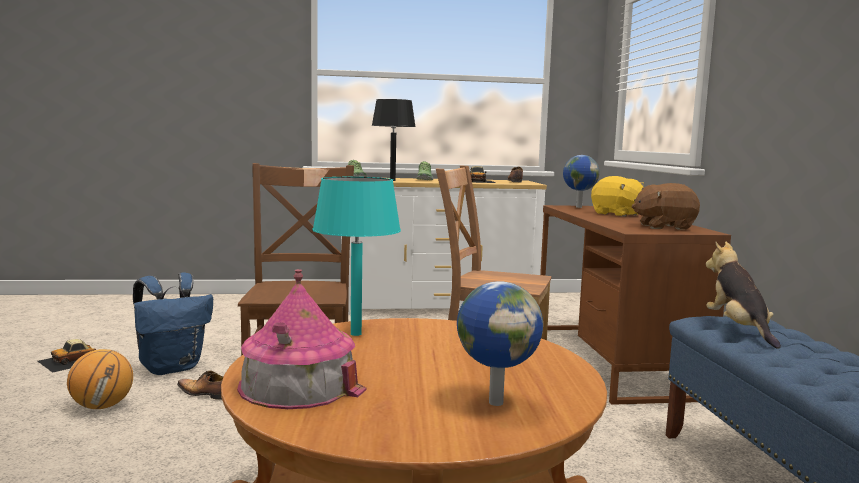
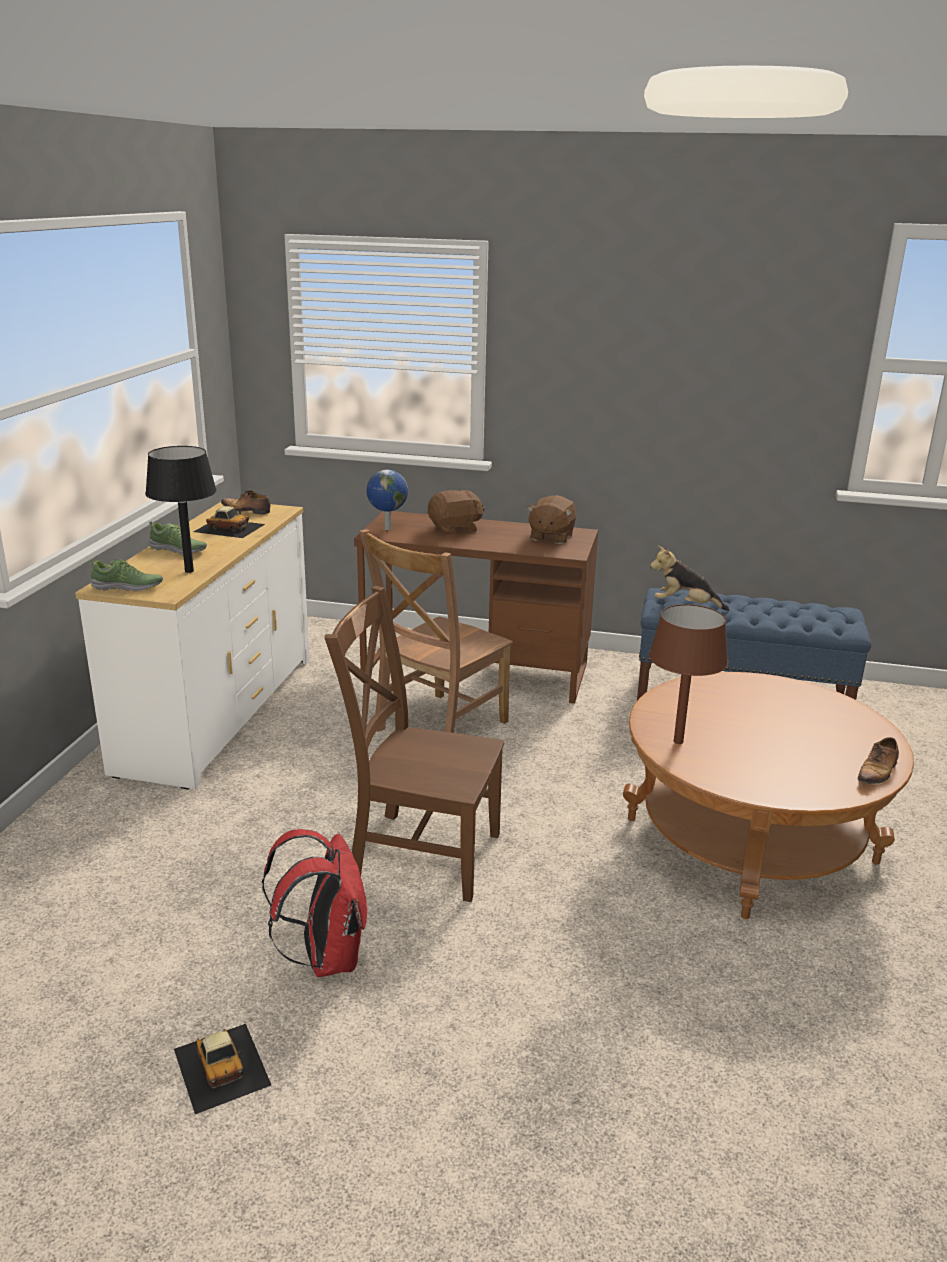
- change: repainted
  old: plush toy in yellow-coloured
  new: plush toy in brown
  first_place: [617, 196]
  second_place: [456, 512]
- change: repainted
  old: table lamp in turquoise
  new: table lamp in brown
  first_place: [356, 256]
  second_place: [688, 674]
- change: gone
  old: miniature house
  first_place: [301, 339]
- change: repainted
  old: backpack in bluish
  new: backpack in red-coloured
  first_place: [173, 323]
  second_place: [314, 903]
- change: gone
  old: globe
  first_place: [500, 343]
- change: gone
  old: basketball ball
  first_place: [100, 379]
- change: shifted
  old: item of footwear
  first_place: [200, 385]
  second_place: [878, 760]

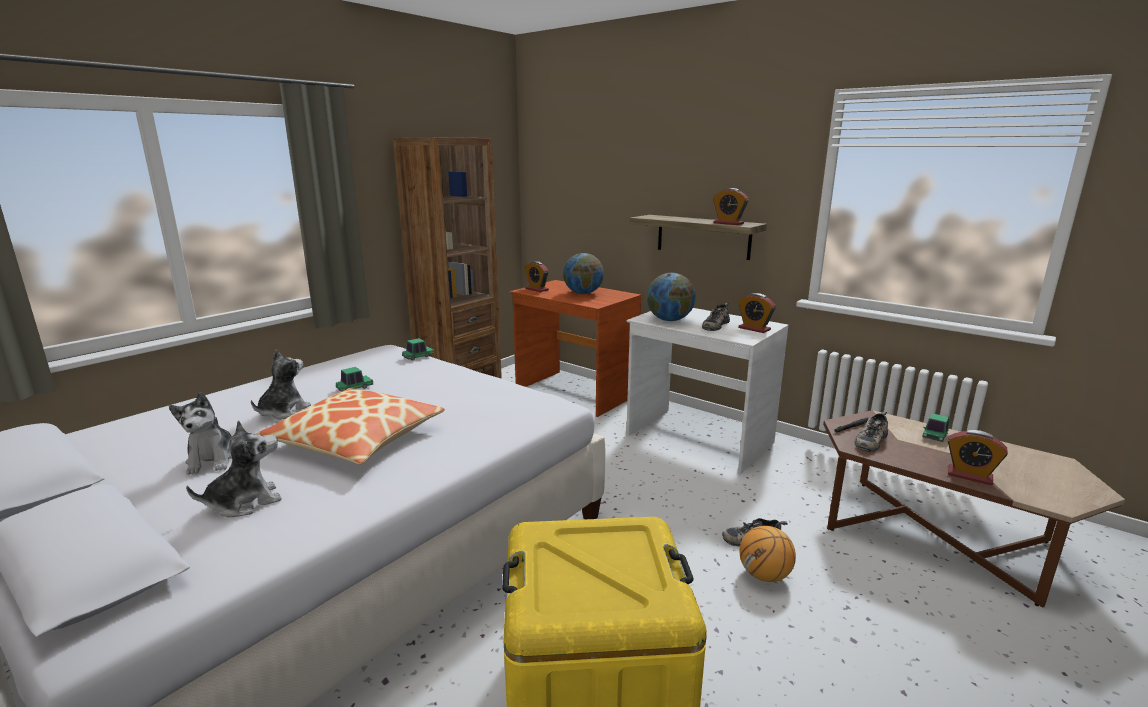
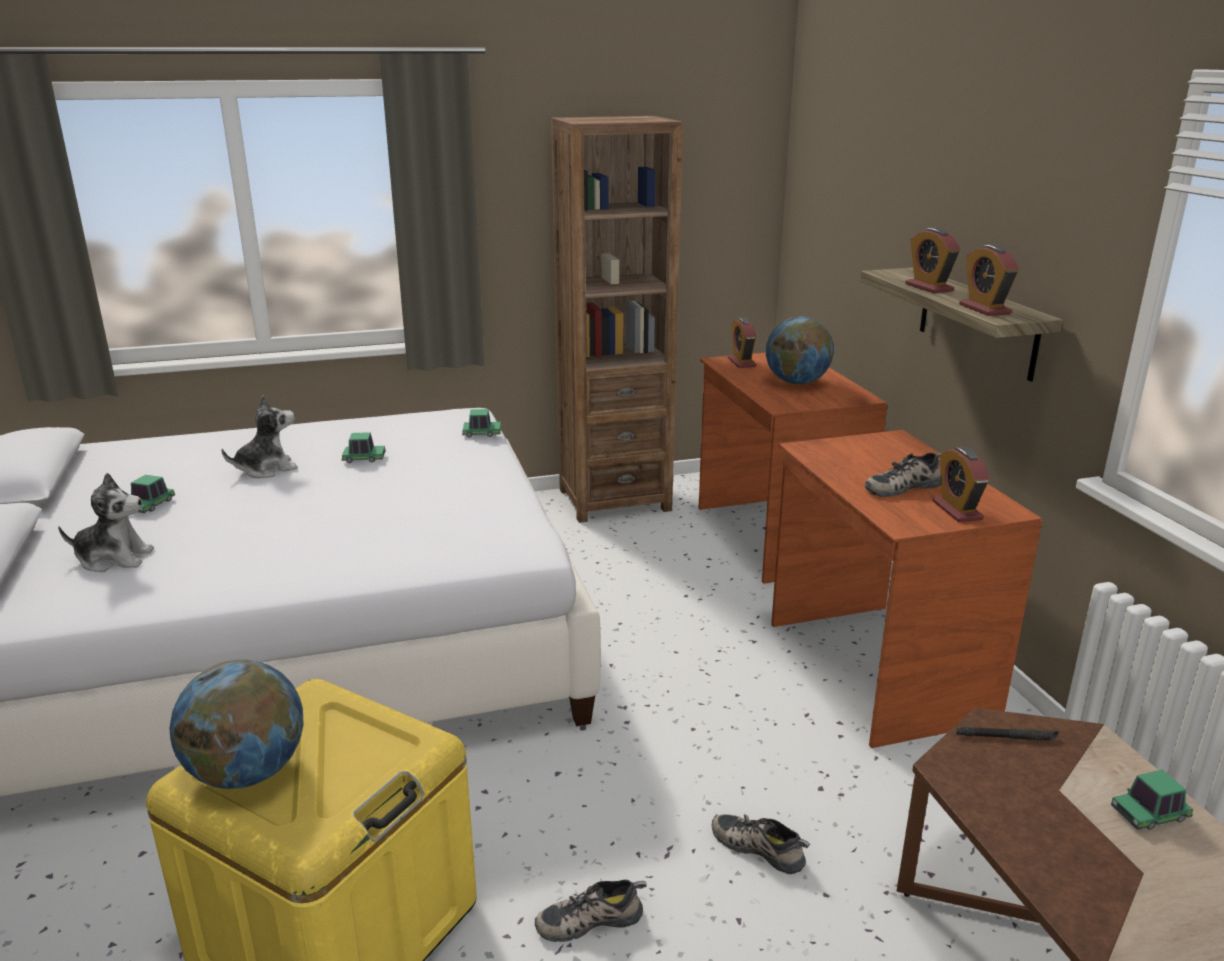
- change: shifted
  old: globe
  first_place: [671, 297]
  second_place: [236, 724]
- change: repainted
  old: desk unit in white-coloured
  new: desk unit in brown
  first_place: [707, 391]
  second_place: [907, 589]
- change: gone
  old: cushion
  first_place: [350, 426]
- change: swapped
  old: plush toy
  new: toy car
  first_place: [200, 433]
  second_place: [153, 494]
- change: shifted
  old: item of footwear
  first_place: [871, 431]
  second_place: [591, 910]
- change: shifted
  old: table clock
  first_place: [978, 457]
  second_place: [932, 260]
- change: gone
  old: basketball ball
  first_place: [767, 554]

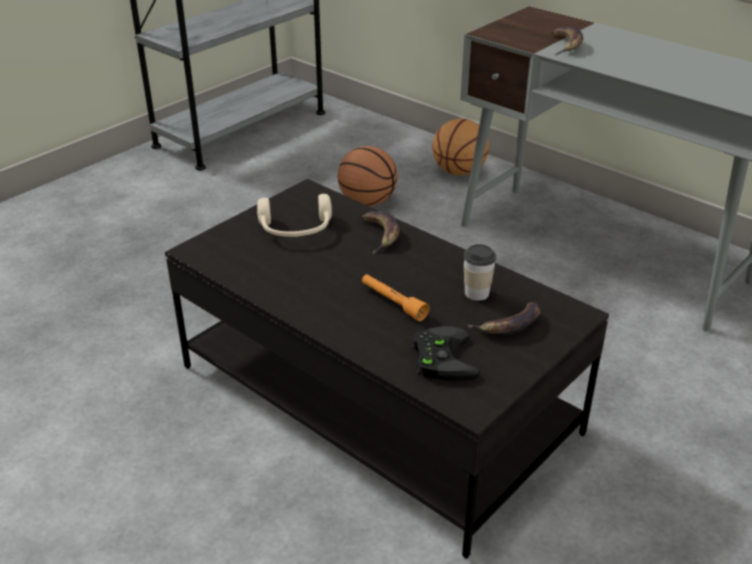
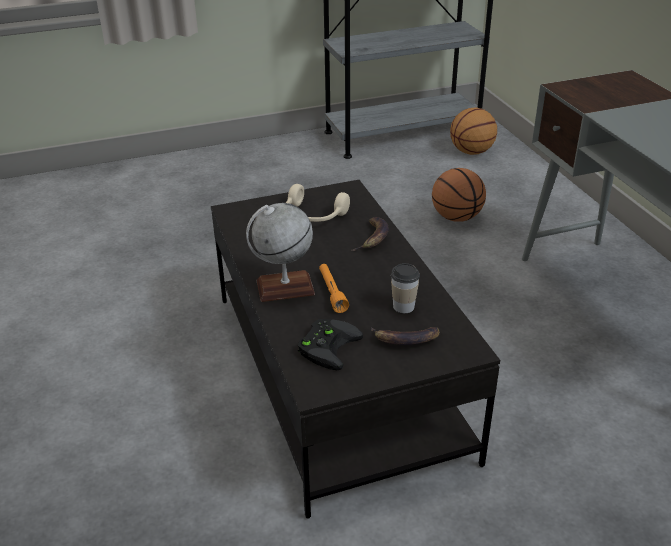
- change: gone
  old: whole banana
  first_place: [567, 41]
- change: shifted
  old: basketball ball
  first_place: [460, 147]
  second_place: [473, 131]
- change: new
  new: globe
  second_place: [280, 252]

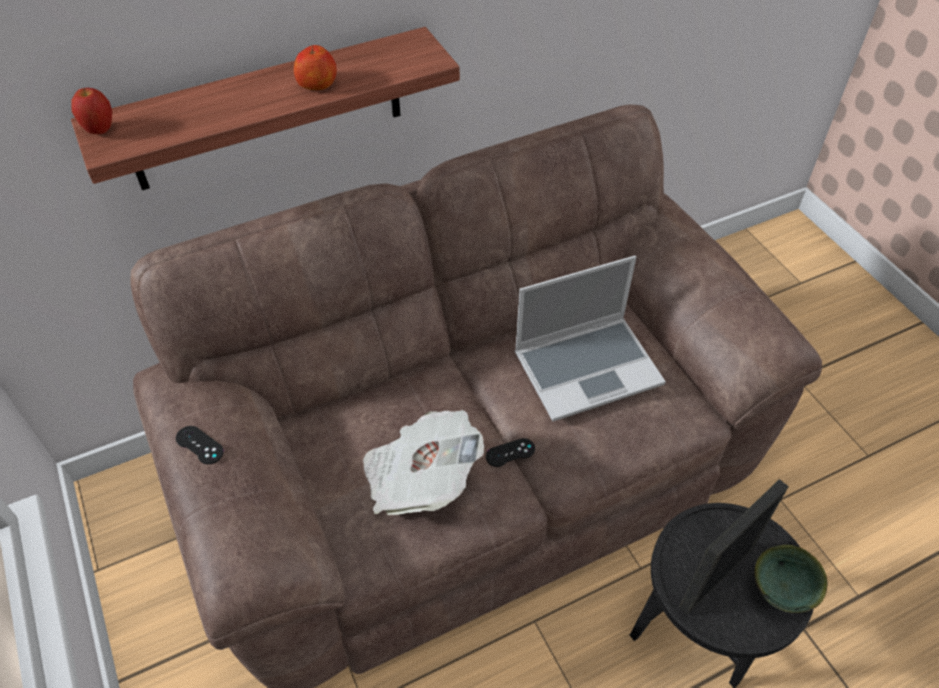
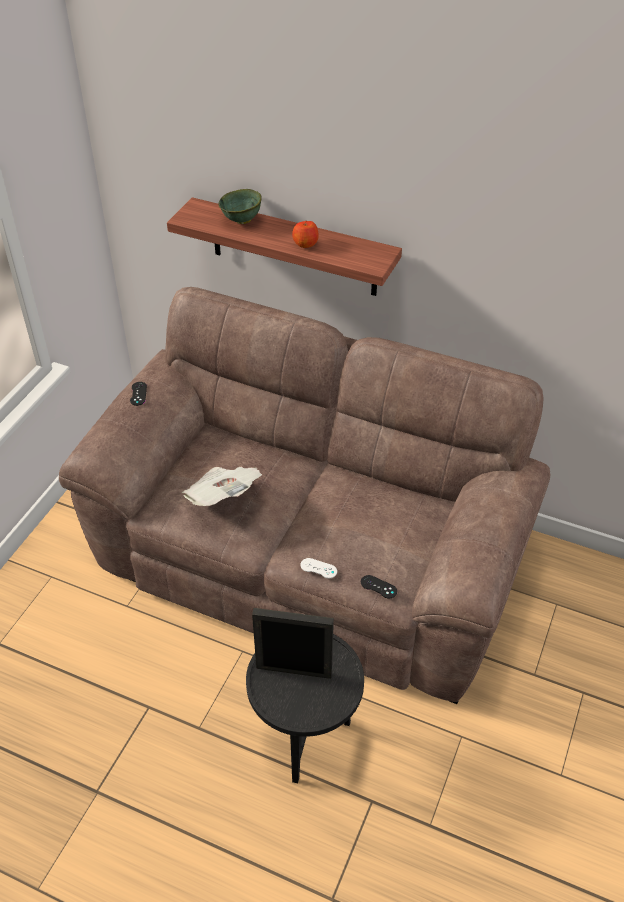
- change: gone
  old: apple
  first_place: [91, 111]
- change: gone
  old: notebook computer
  first_place: [590, 338]
- change: shifted
  old: joypad in black
  first_place: [510, 452]
  second_place: [379, 587]
- change: shifted
  old: serving bowl in green-coloured
  first_place: [791, 579]
  second_place: [240, 206]
- change: new
  new: joypad in white-coloured
  second_place: [319, 568]

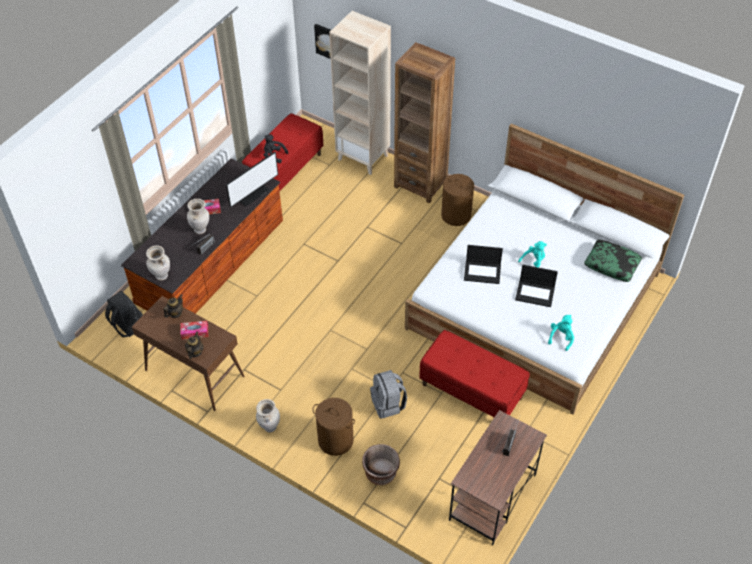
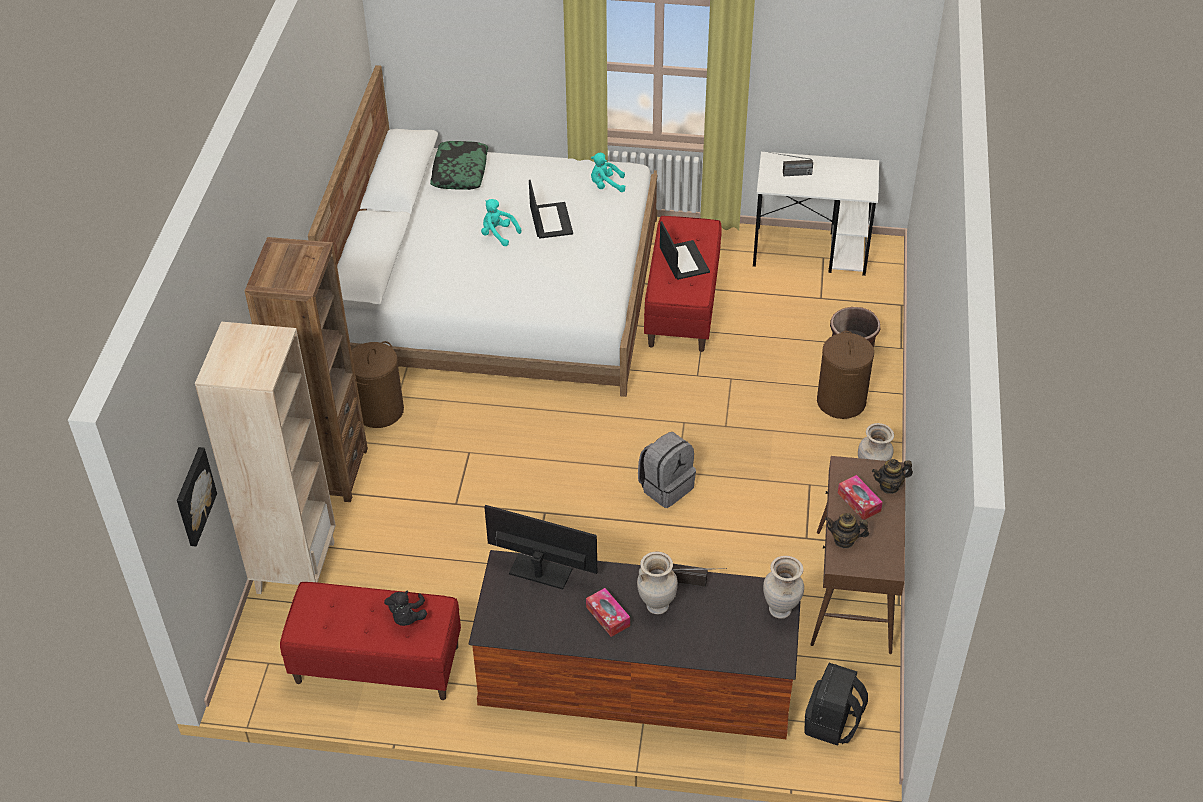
- change: shifted
  old: notebook computer
  first_place: [483, 264]
  second_place: [685, 250]
- change: shifted
  old: backpack in greyish
  first_place: [388, 394]
  second_place: [667, 470]
- change: repainted
  old: desk unit in brown
  new: desk unit in white-coloured
  first_place: [498, 478]
  second_place: [816, 214]

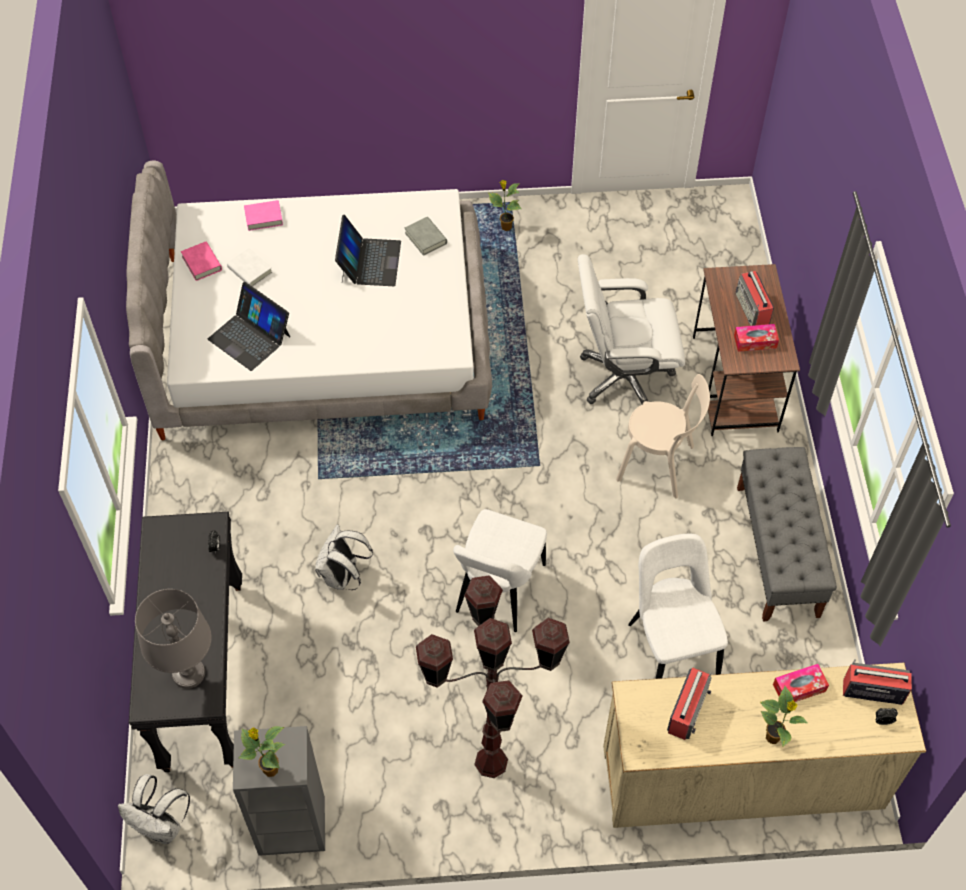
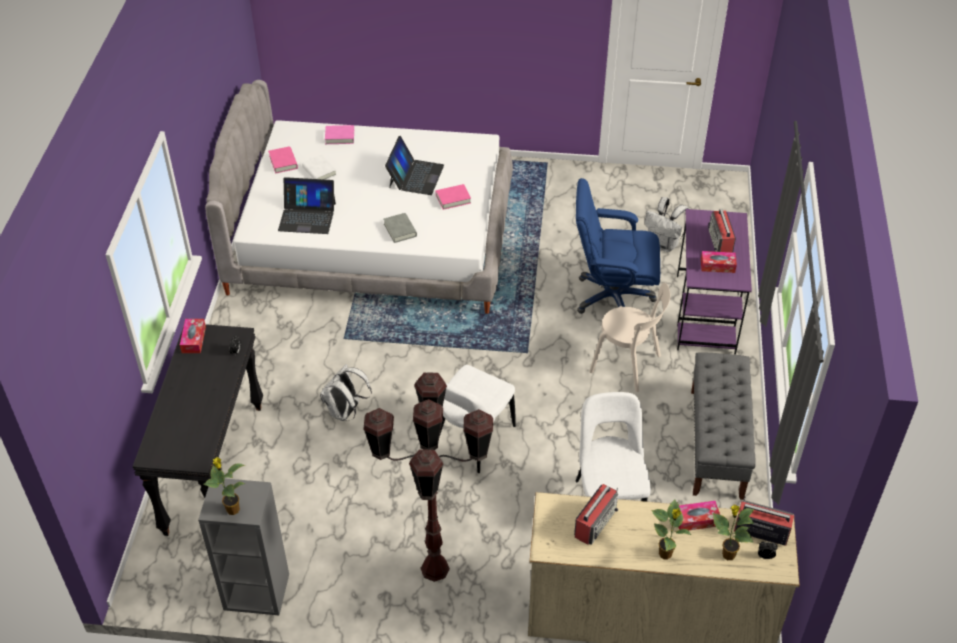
- change: shifted
  old: plant in a pot
  first_place: [504, 205]
  second_place: [733, 532]
- change: shifted
  old: book in greyish
  first_place: [426, 236]
  second_place: [400, 228]
- change: repainted
  old: desk chair in white-coloured
  new: desk chair in bluish
  first_place: [631, 329]
  second_place: [618, 246]
- change: repainted
  old: desk unit in brown
  new: desk unit in purple-coloured
  first_place: [746, 350]
  second_place: [714, 282]
- change: rotated
  old: notebook computer
  first_place: [249, 326]
  second_place: [307, 205]
  degrees: -45
- change: gone
  old: table lamp in greyish
  first_place: [173, 639]
- change: shifted
  old: backpack in white-coloured
  first_place: [154, 809]
  second_place: [666, 224]
- change: new
  new: book in pink
  second_place: [453, 197]
- change: new
  new: tissue box
  second_place: [193, 336]

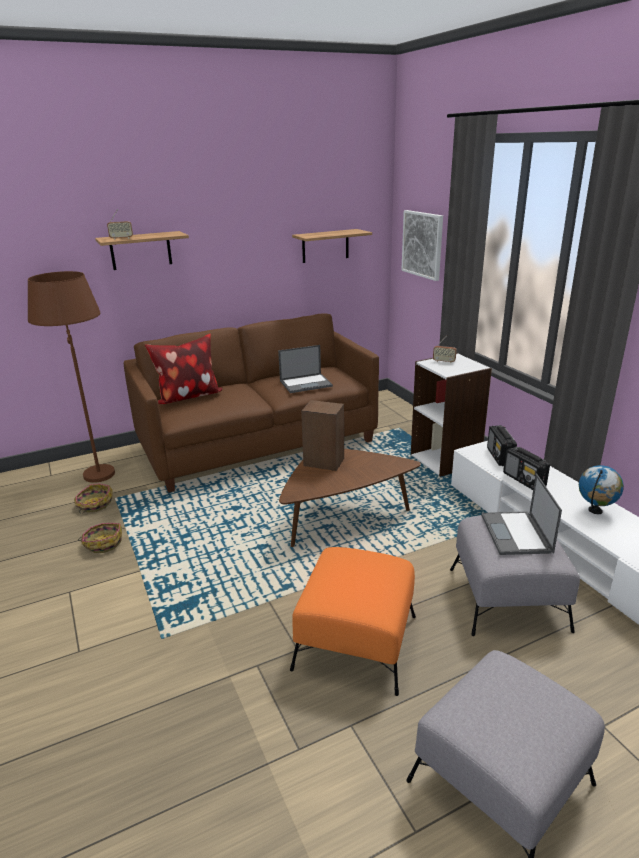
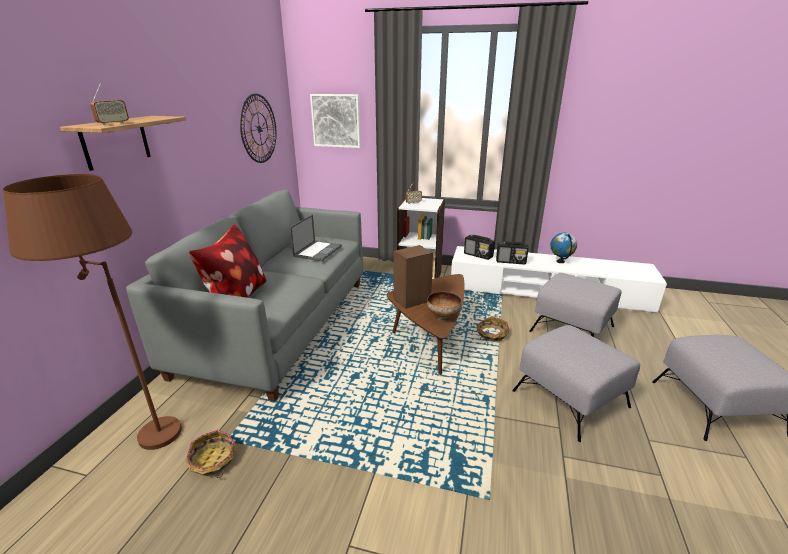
- change: swapped
  old: bracket shelf
  new: clock on the wall
  first_place: [332, 246]
  second_place: [258, 128]
- change: repainted
  old: sofa in brown
  new: sofa in greyish
  first_place: [251, 403]
  second_place: [244, 296]
- change: gone
  old: notebook computer
  first_place: [521, 514]
- change: shifted
  old: basket
  first_place: [100, 538]
  second_place: [493, 328]
- change: repainted
  old: ottoman in orangey
  new: ottoman in greyish
  first_place: [353, 621]
  second_place: [576, 383]
- change: new
  new: serving bowl
  second_place: [444, 307]

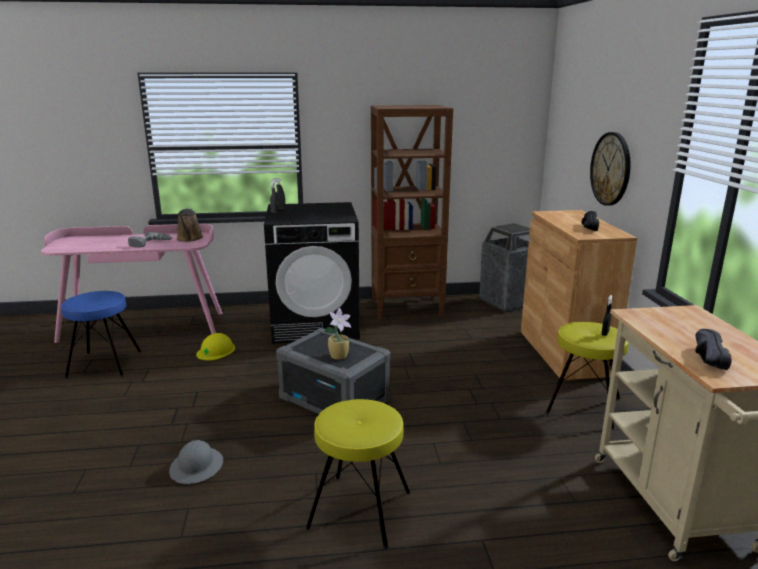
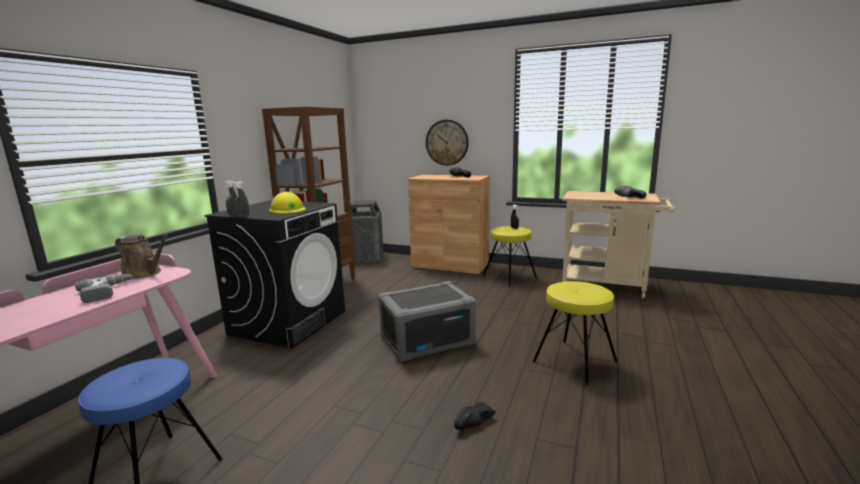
- change: gone
  old: plant in a pot
  first_place: [337, 334]
- change: shifted
  old: safety helmet in yellow-coloured
  first_place: [215, 346]
  second_place: [287, 202]
- change: swapped
  old: safety helmet in greyish
  new: item of footwear in black
  first_place: [196, 462]
  second_place: [475, 416]

